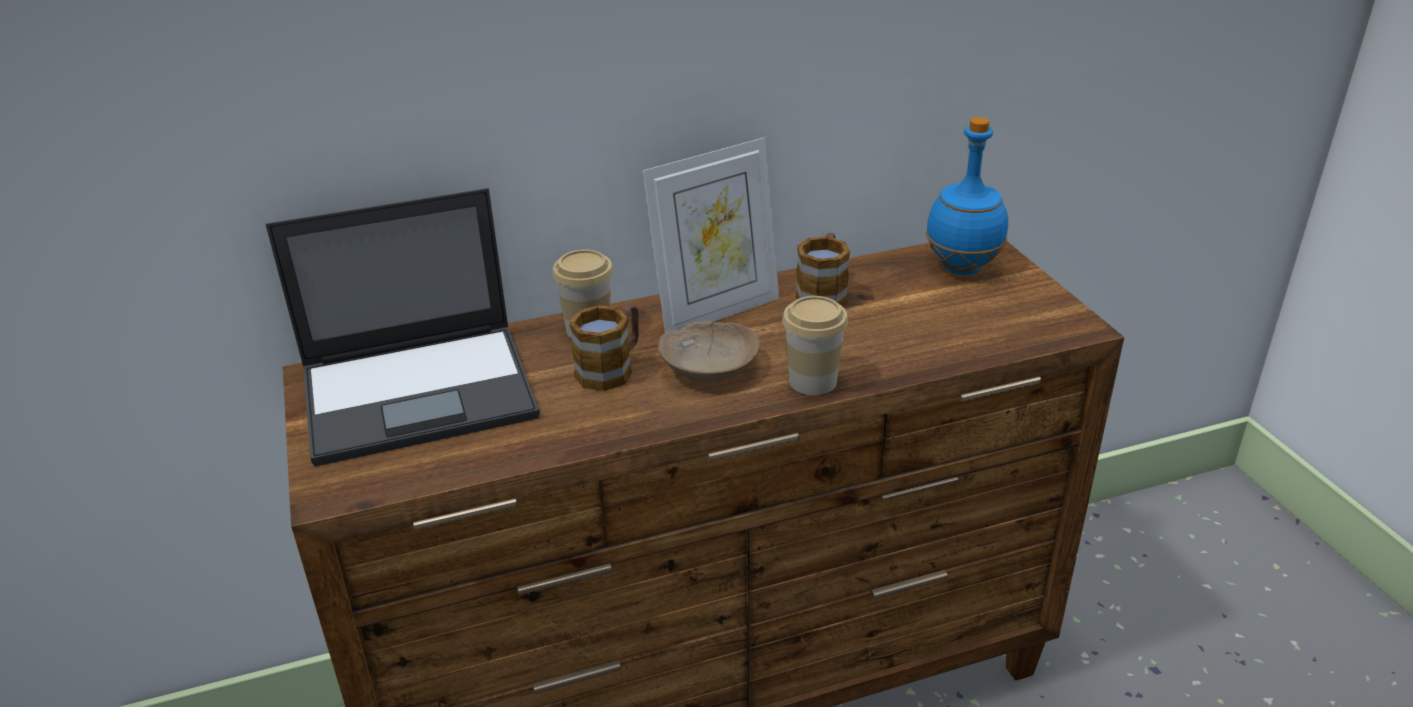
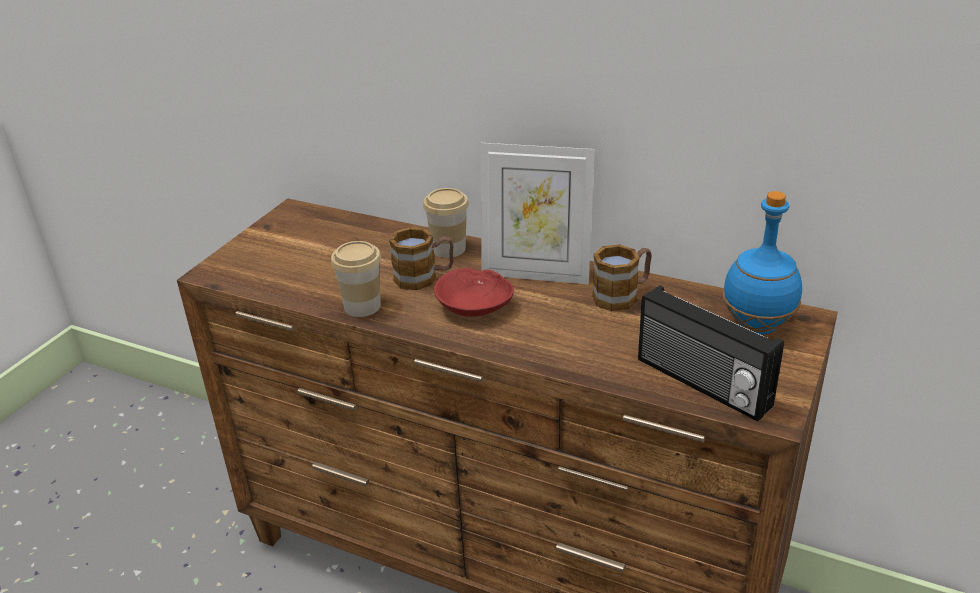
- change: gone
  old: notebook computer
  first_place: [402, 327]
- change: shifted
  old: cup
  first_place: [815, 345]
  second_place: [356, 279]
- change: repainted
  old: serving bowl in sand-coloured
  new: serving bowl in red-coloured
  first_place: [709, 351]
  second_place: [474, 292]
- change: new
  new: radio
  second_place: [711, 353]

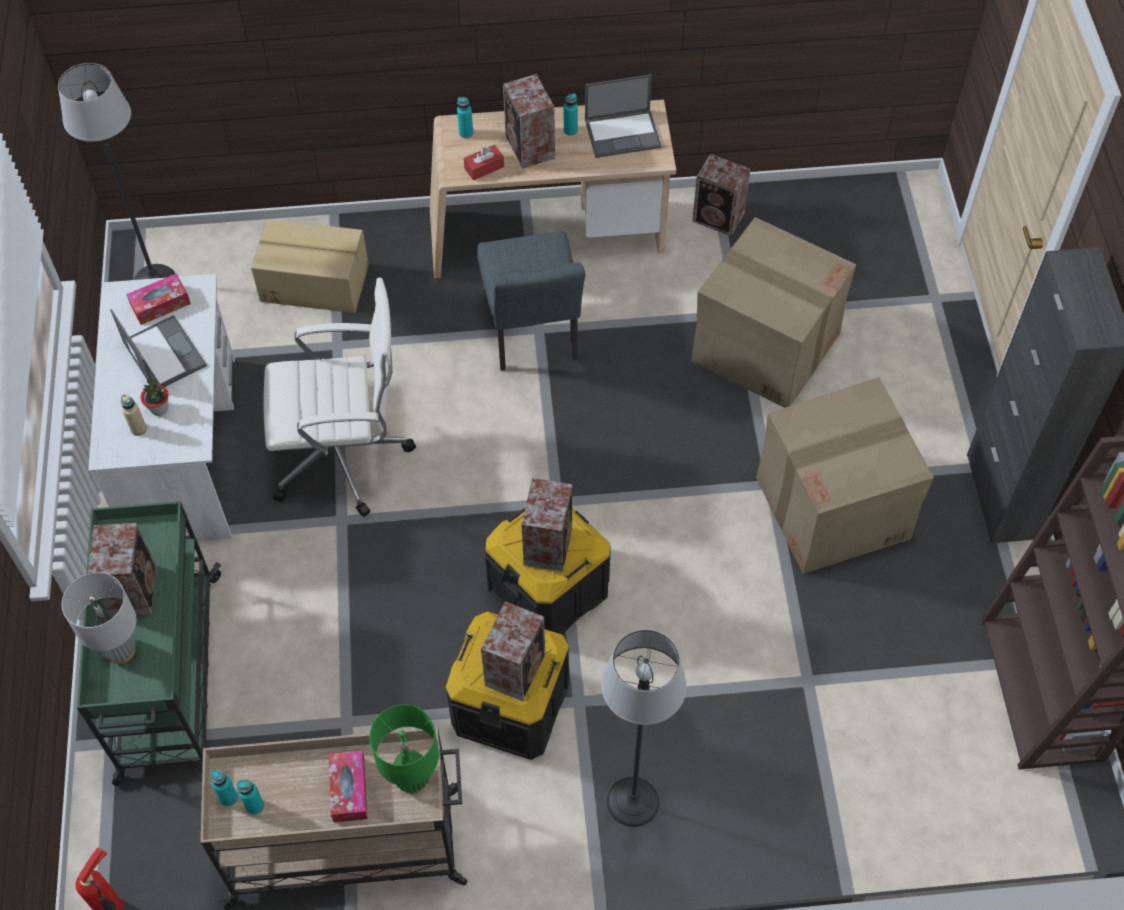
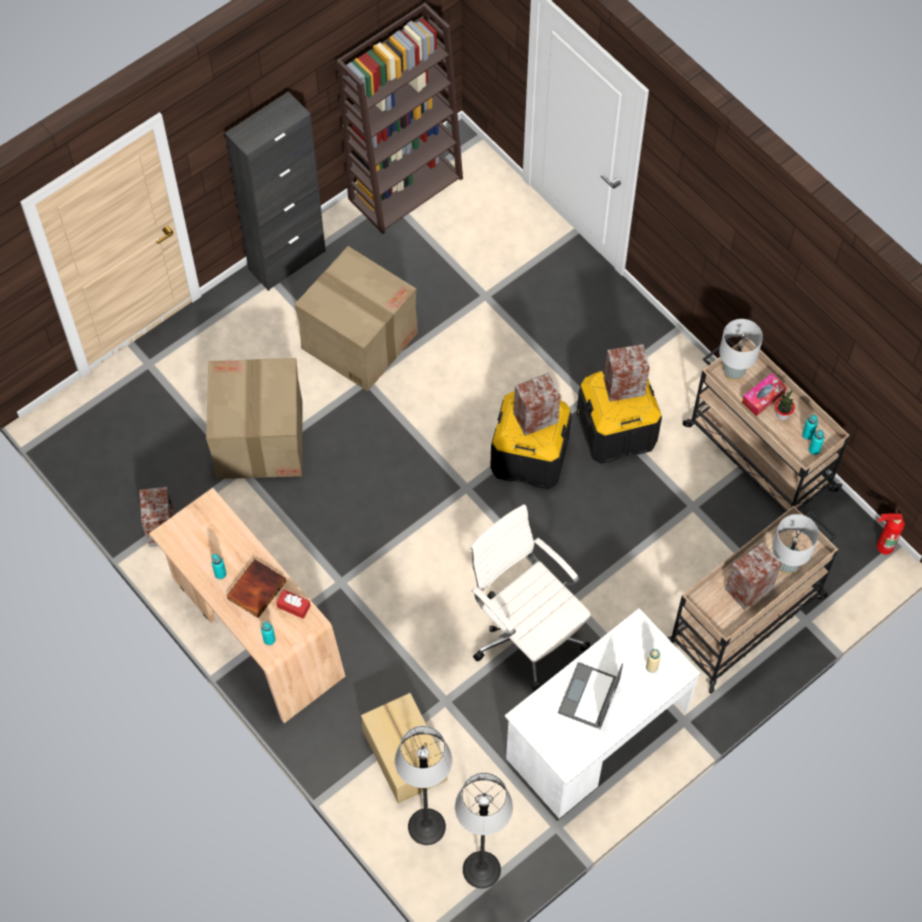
- change: swapped
  old: speaker
  new: book
  first_place: [529, 121]
  second_place: [256, 588]
- change: gone
  old: notebook computer
  first_place: [623, 116]
- change: gone
  old: chair in greyish
  first_place: [531, 301]
- change: gone
  old: tissue box
  first_place: [158, 299]
- change: shifted
  old: plant in a pot
  first_place: [154, 396]
  second_place: [785, 405]
- change: repainted
  old: cart in green-coloured
  new: cart in sand-coloured
  first_place: [149, 643]
  second_place: [752, 600]
- change: shifted
  old: floor lamp
  first_place: [644, 728]
  second_place: [423, 785]
- change: repainted
  old: table lamp in green-coloured
  new: table lamp in greyish
  first_place: [404, 749]
  second_place: [741, 350]

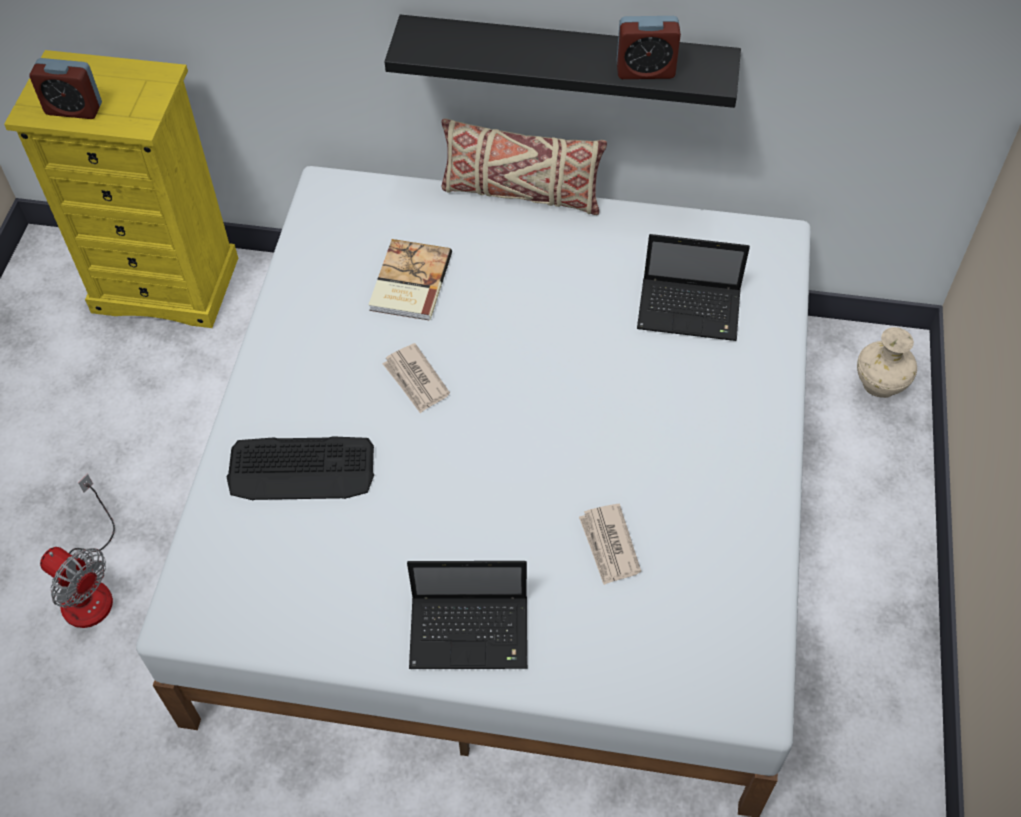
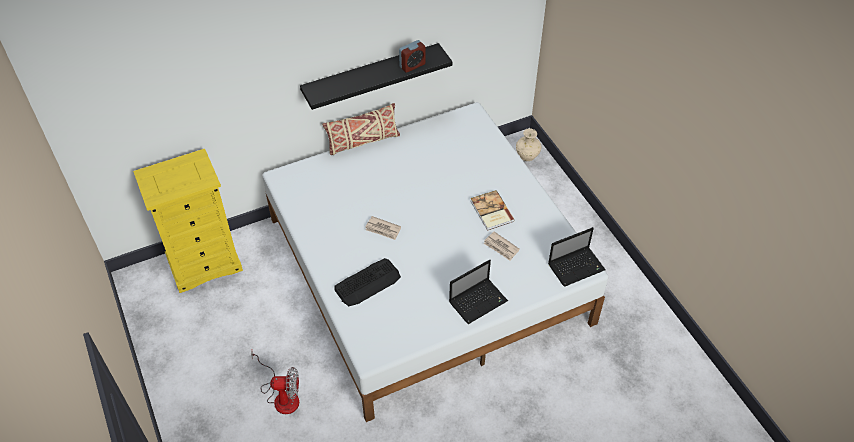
- change: gone
  old: table clock
  first_place: [65, 88]
- change: shifted
  old: notebook computer
  first_place: [693, 287]
  second_place: [577, 257]
- change: shifted
  old: book
  first_place: [410, 279]
  second_place: [492, 210]

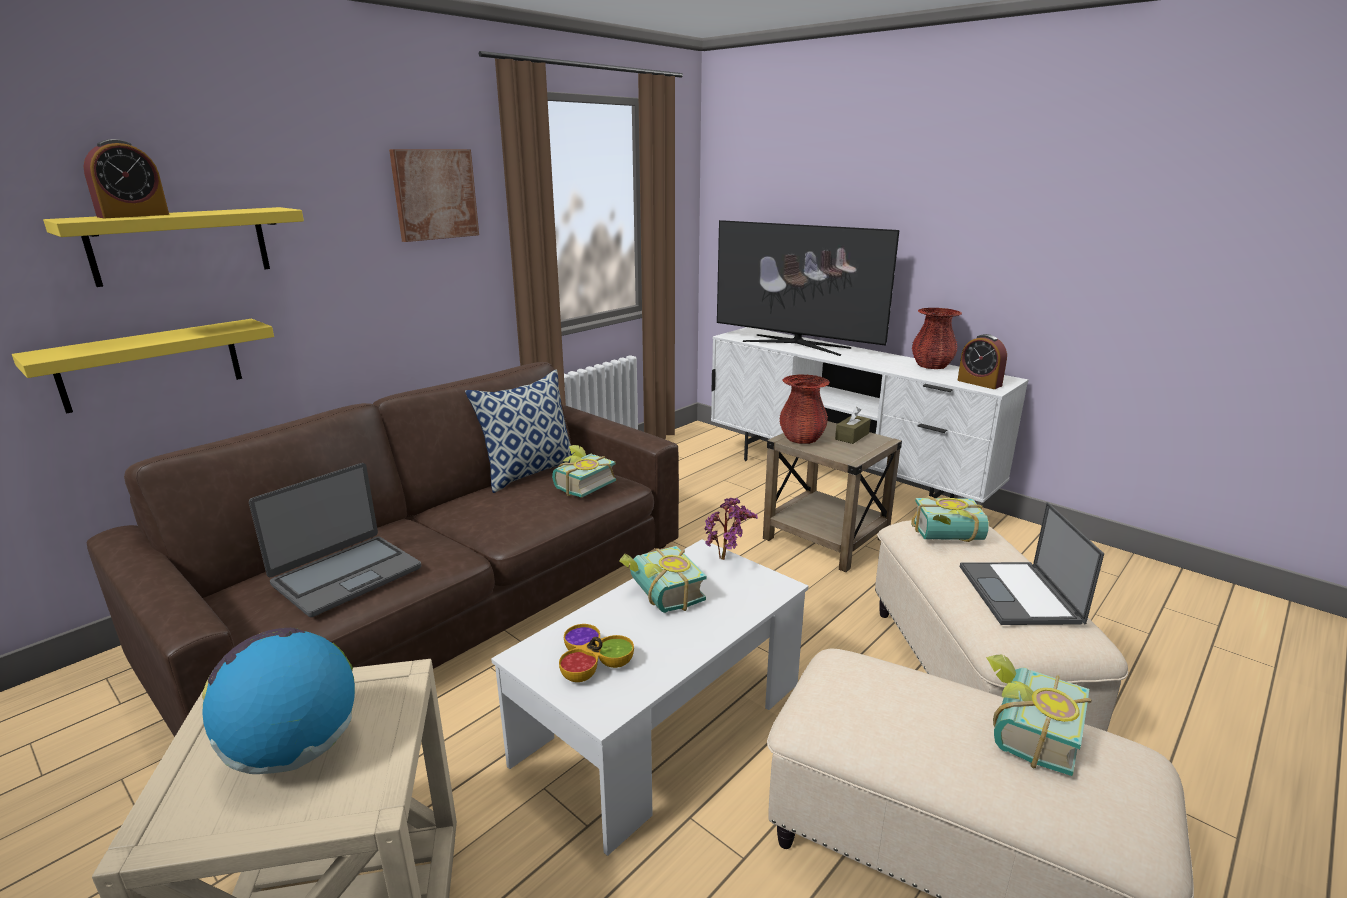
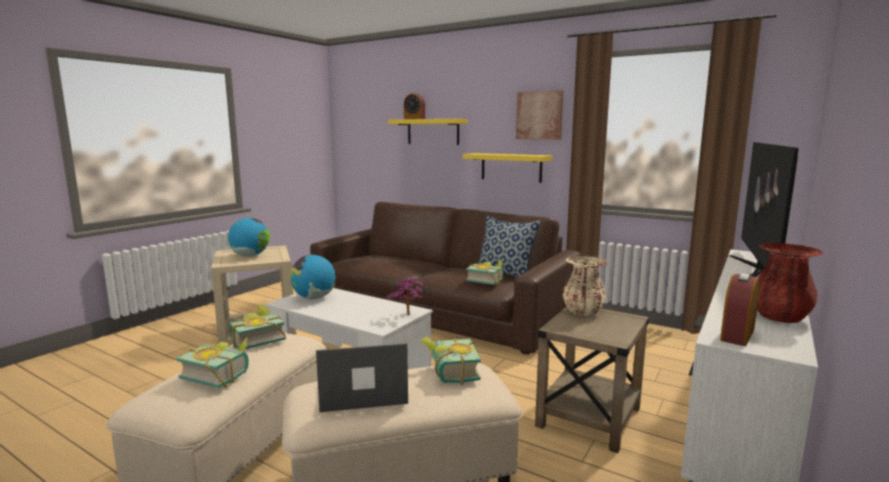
- change: shifted
  old: bracket shelf in yellow-coloured
  first_place: [143, 366]
  second_place: [507, 168]
- change: repainted
  old: flower vase in red-coloured
  new: flower vase in sand-coloured
  first_place: [804, 409]
  second_place: [585, 286]
- change: gone
  old: tissue box in brown
  first_place: [853, 425]
- change: gone
  old: notebook computer
  first_place: [335, 540]
- change: shifted
  old: book
  first_place: [663, 579]
  second_place: [257, 327]
- change: swapped
  old: serving bowl
  new: globe
  first_place: [596, 653]
  second_place: [312, 277]

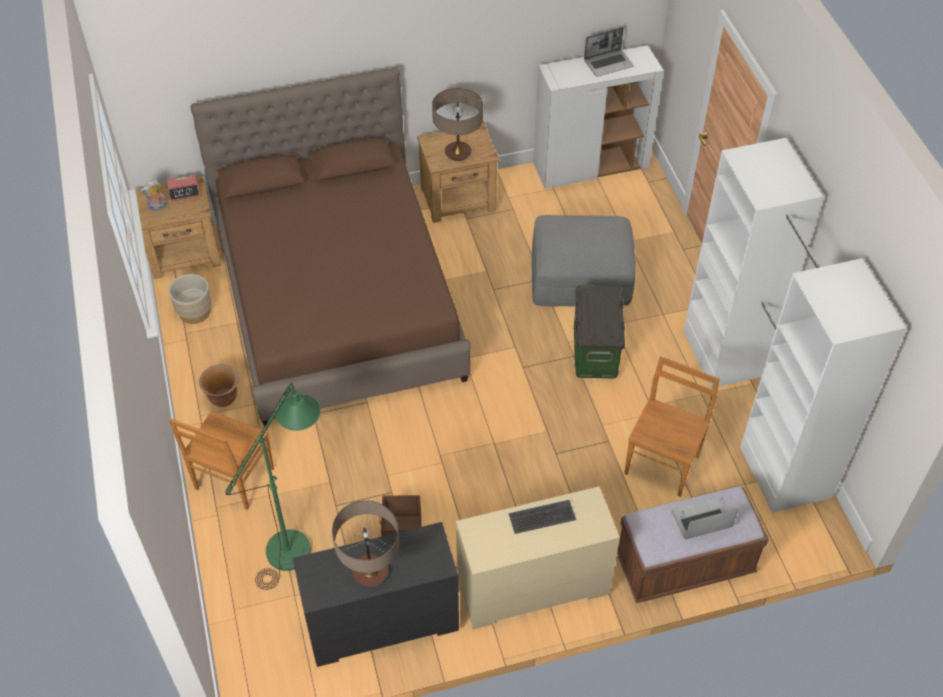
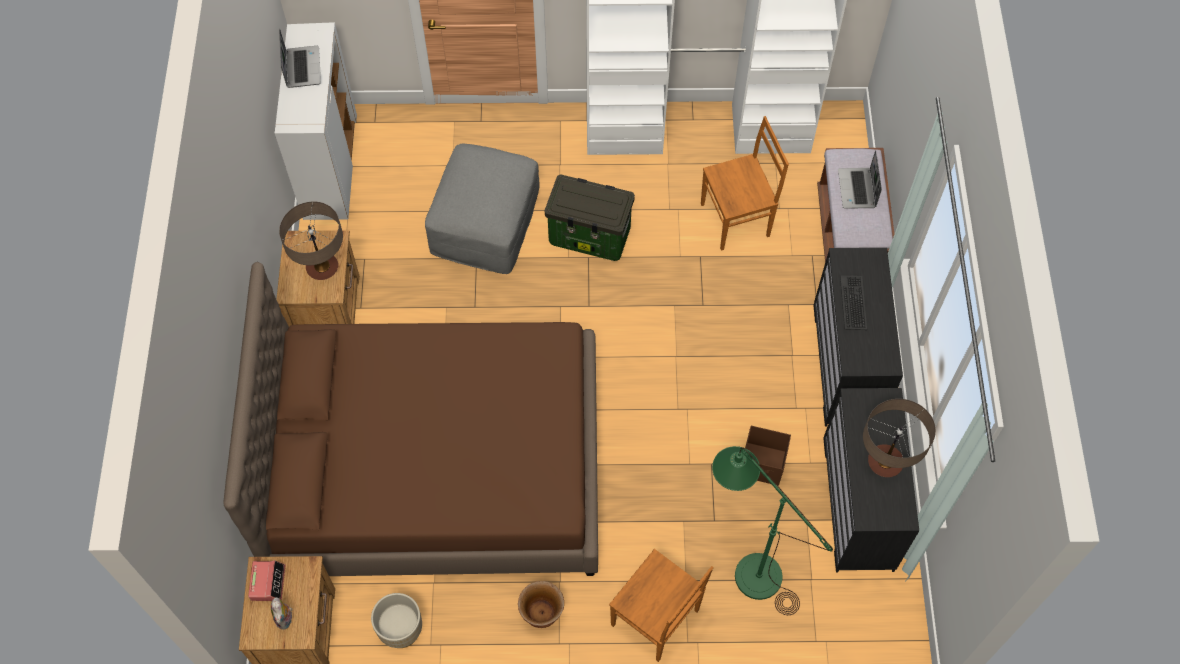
- change: rotated
  old: chair in brown
  first_place: [672, 426]
  second_place: [745, 183]
  degrees: 120
- change: repainted
  old: chest of drawers in sand-coloured
  new: chest of drawers in black
  first_place: [538, 558]
  second_place: [858, 337]

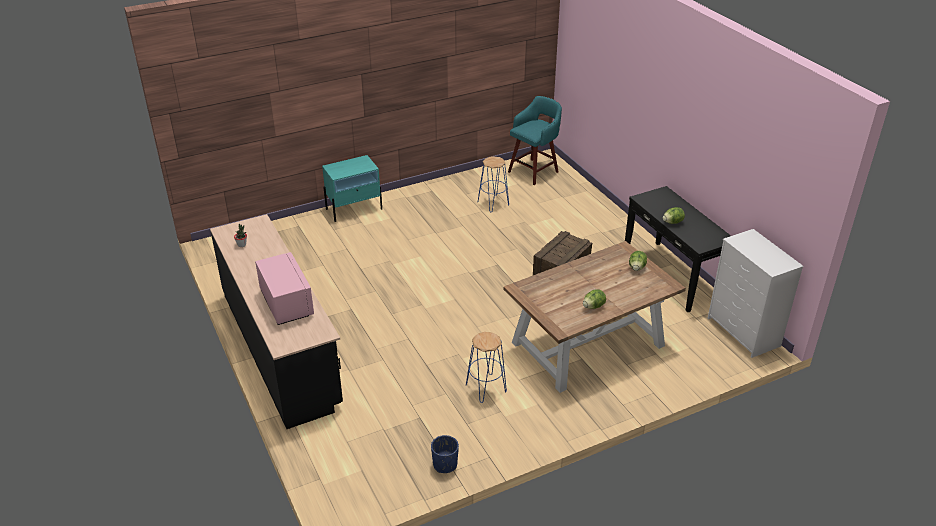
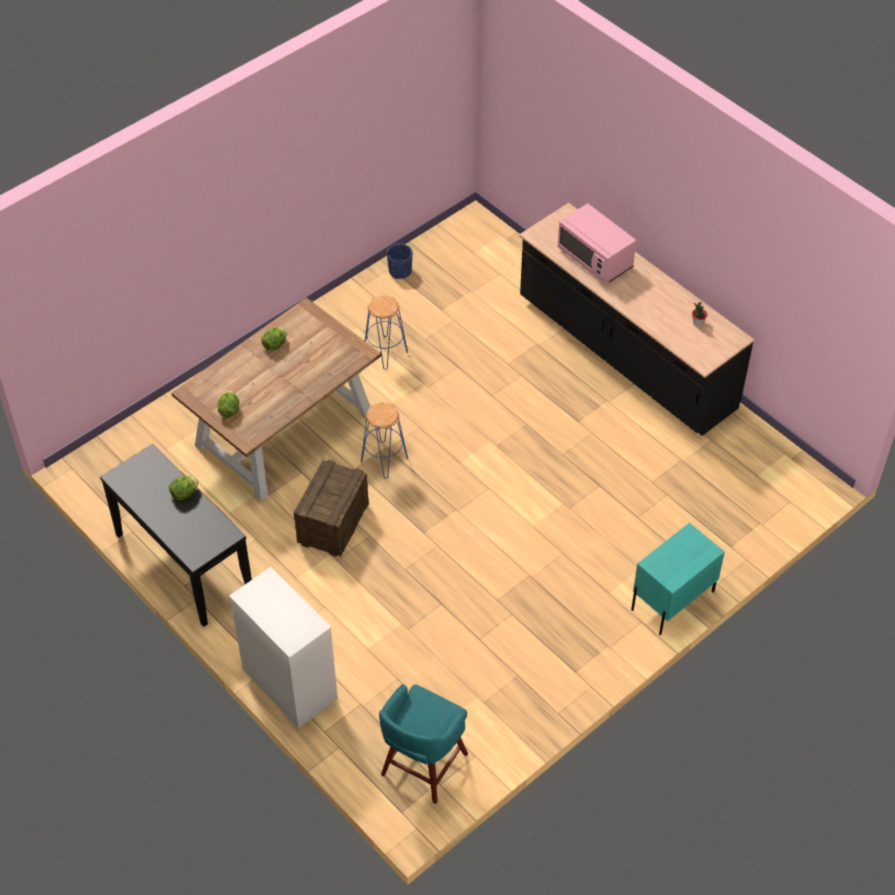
- change: shifted
  old: sitting stool in bluish
  first_place: [493, 183]
  second_place: [384, 441]
- change: shifted
  old: chest of drawers in white-coloured
  first_place: [756, 293]
  second_place: [283, 647]

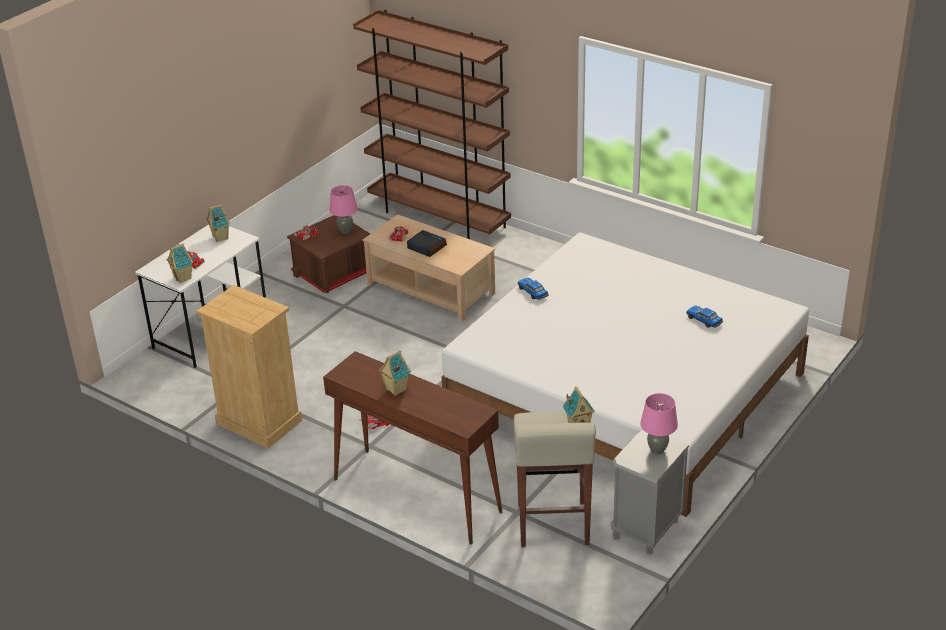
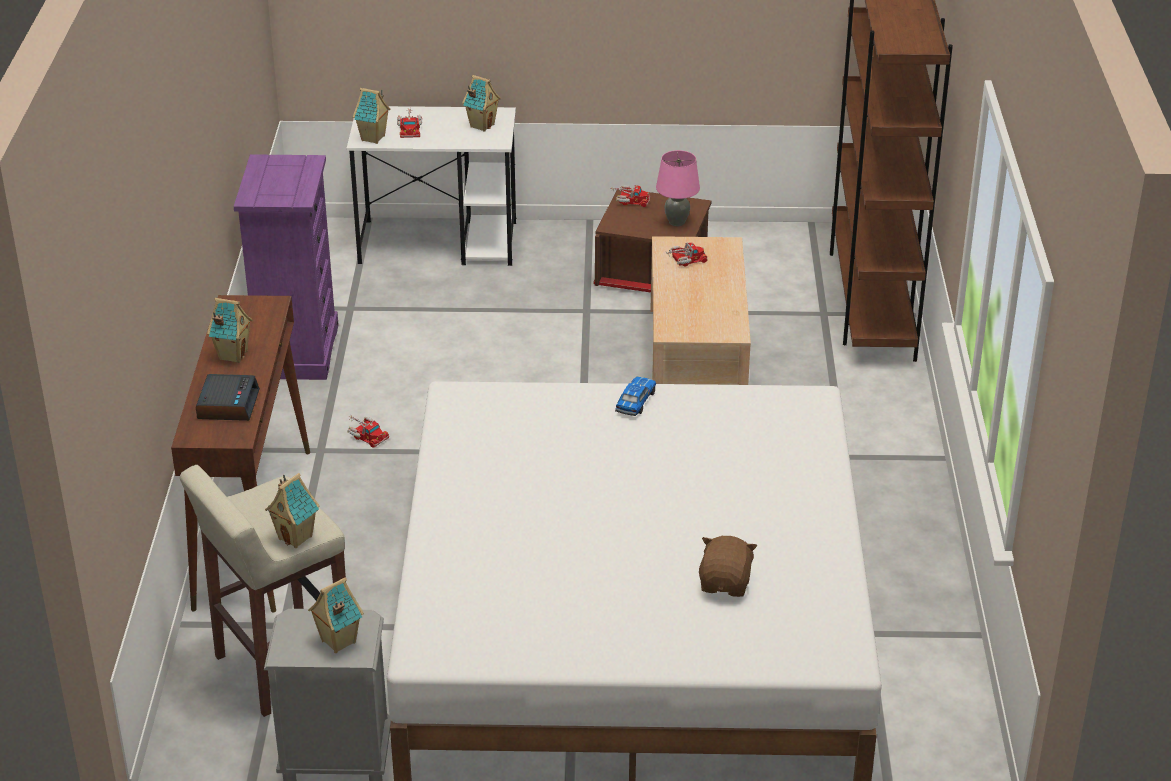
- change: shifted
  old: table clock
  first_place: [427, 243]
  second_place: [228, 397]
- change: repainted
  old: chest of drawers in sand-coloured
  new: chest of drawers in purple-coloured
  first_place: [249, 366]
  second_place: [285, 267]
- change: swapped
  old: toy car
  new: plush toy in brown
  first_place: [704, 317]
  second_place: [728, 566]
- change: swapped
  old: table lamp in pink
  new: miniature house
  first_place: [659, 423]
  second_place: [336, 615]

